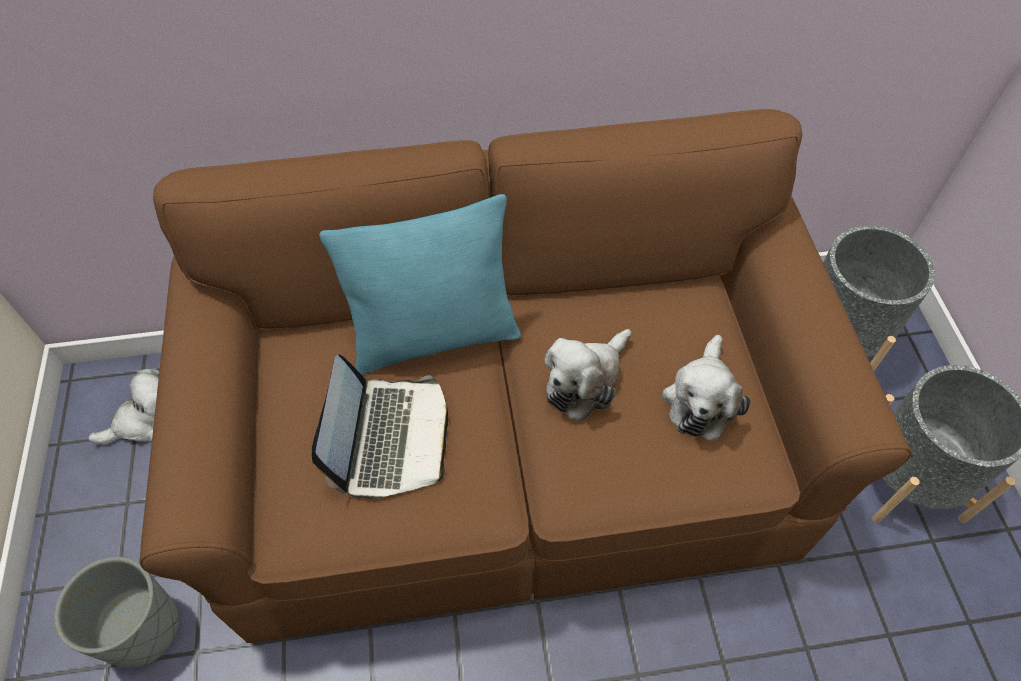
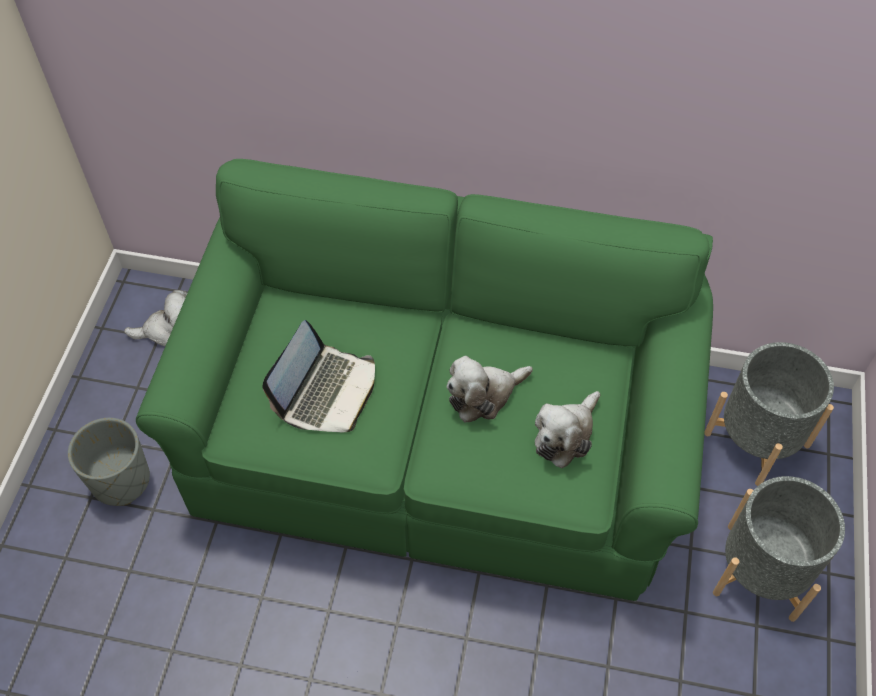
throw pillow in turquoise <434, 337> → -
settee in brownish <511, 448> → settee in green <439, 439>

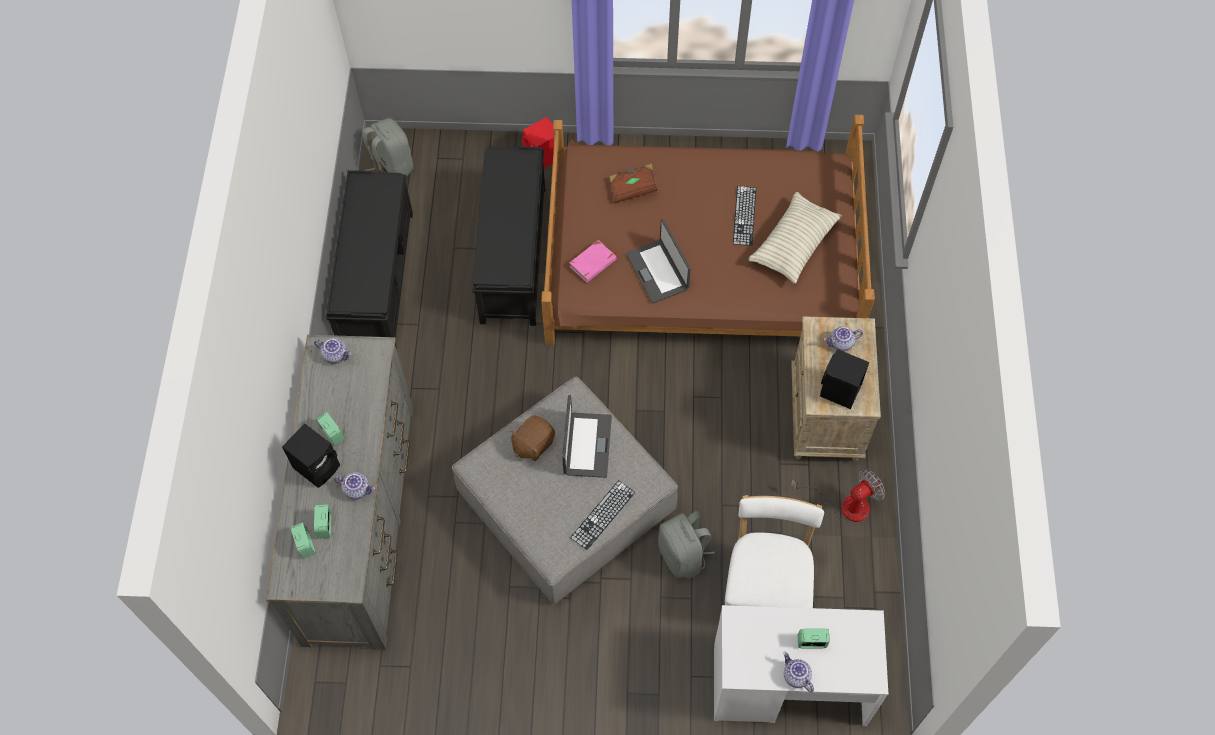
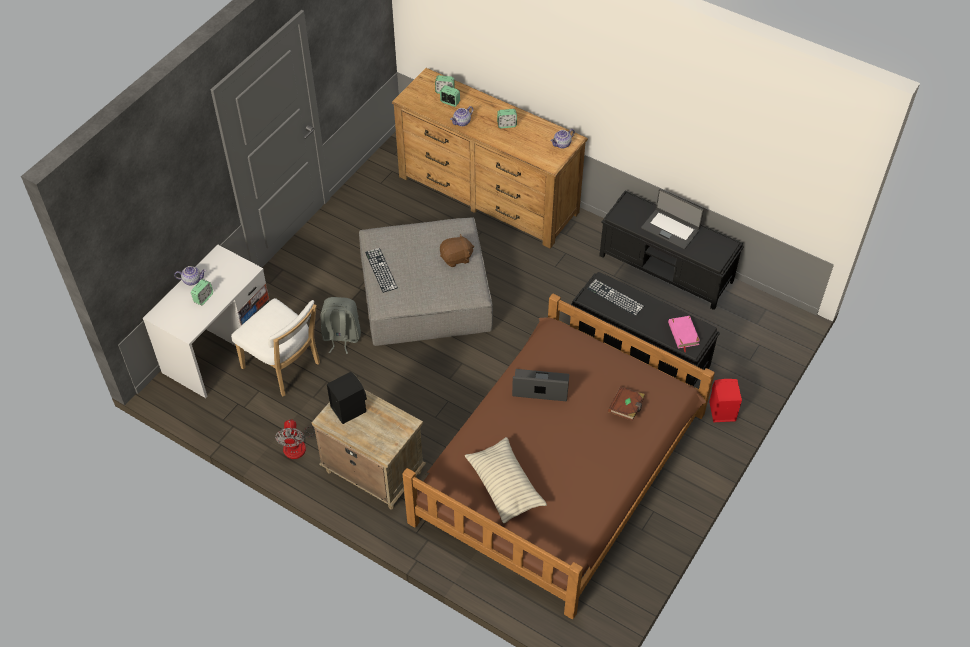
speaker in black <318, 466> → -
backpack in greyish <391, 166> → -
teapot <841, 344> → -
laptop <586, 445> → laptop <670, 229>, shifted
bound book in pinkish <593, 263> → bound book in pinkish <683, 334>, shifted
computer keyboard <744, 215> → computer keyboard <615, 297>, shifted
drawer chest in greyish <359, 522> → drawer chest in brownish <488, 194>
cuddly toy in brownish <533, 444> → cuddly toy in brownish <456, 258>, 90 degrees clockwise

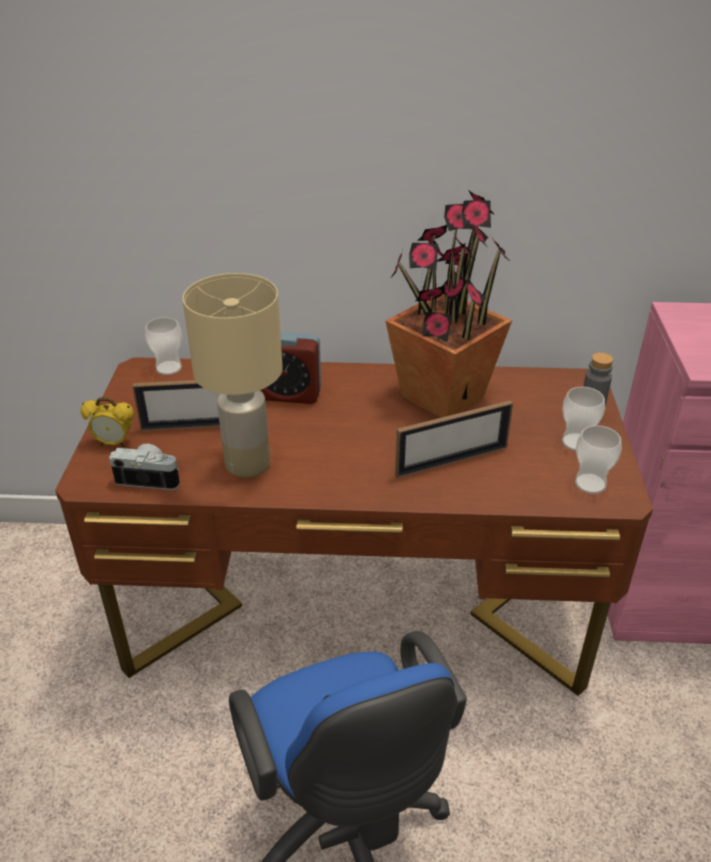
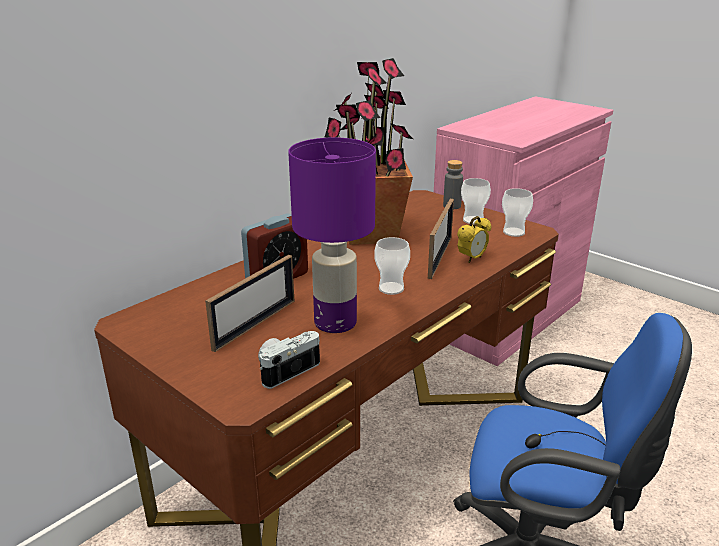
bedside clock <114, 443> → bedside clock <472, 259>, shifted
cup <168, 368> → cup <391, 288>, shifted
tabletop lamp in sand-coloured <247, 465> → tabletop lamp in purple-coloured <336, 323>

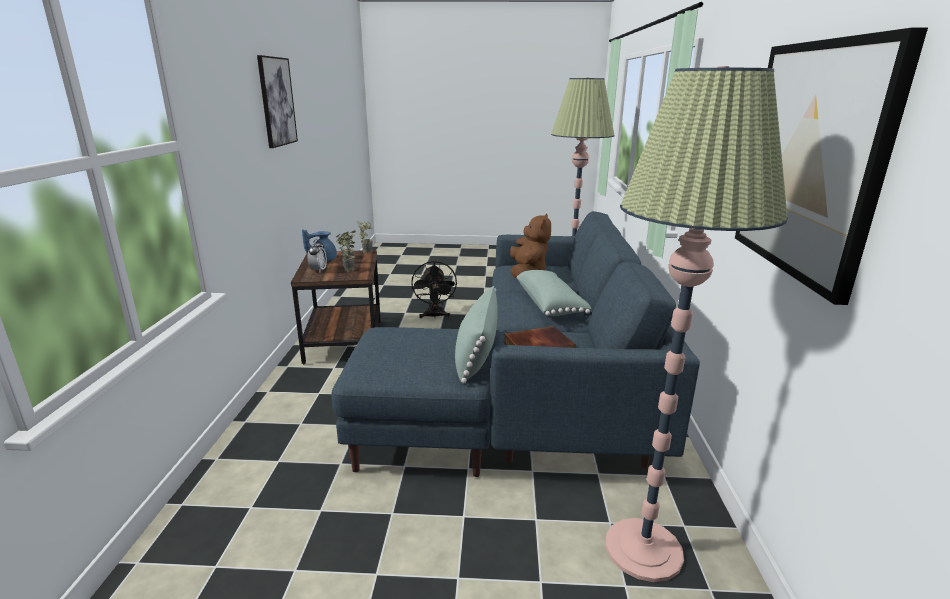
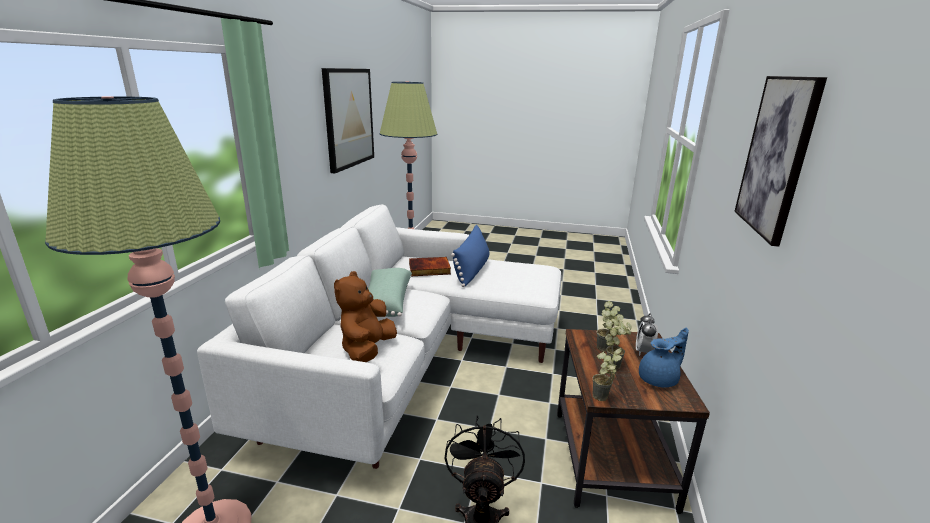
settee in blue <534, 391> → settee in white <408, 360>
throw pillow in green <476, 353> → throw pillow in blue <472, 270>

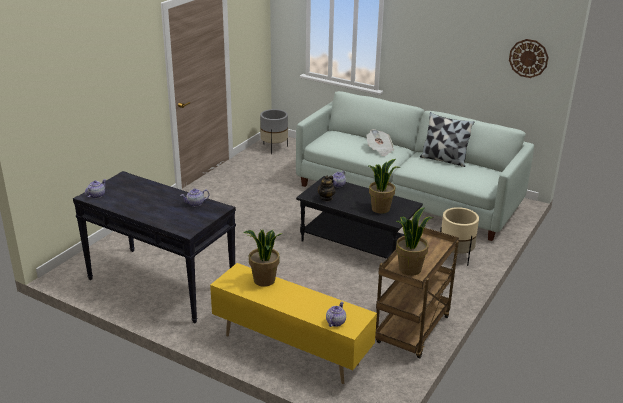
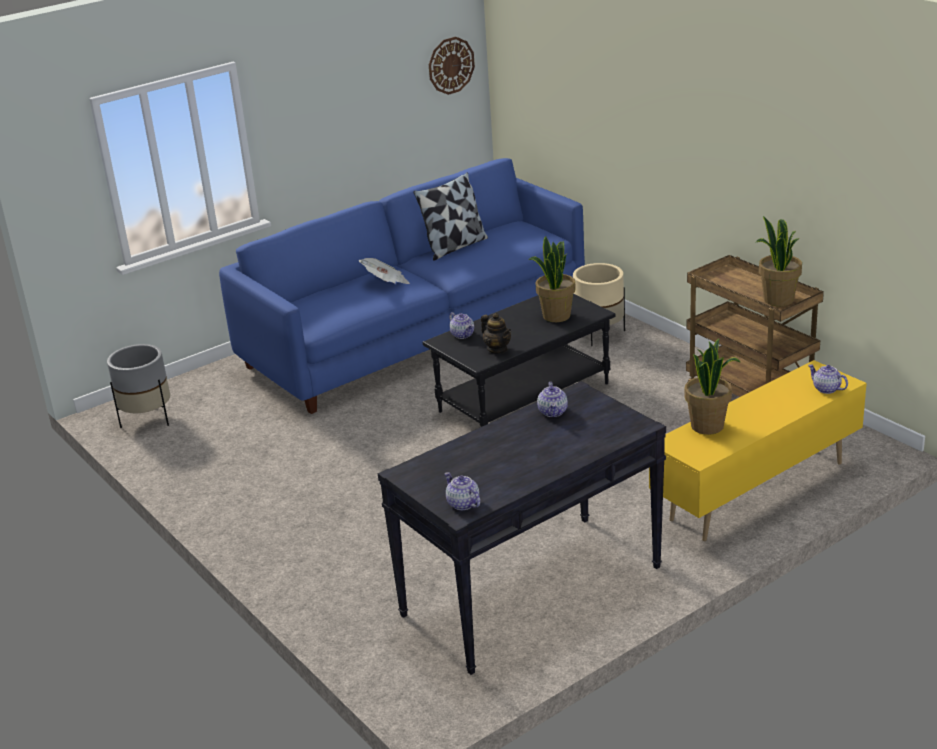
settee in white <407, 195> → settee in blue <416, 334>

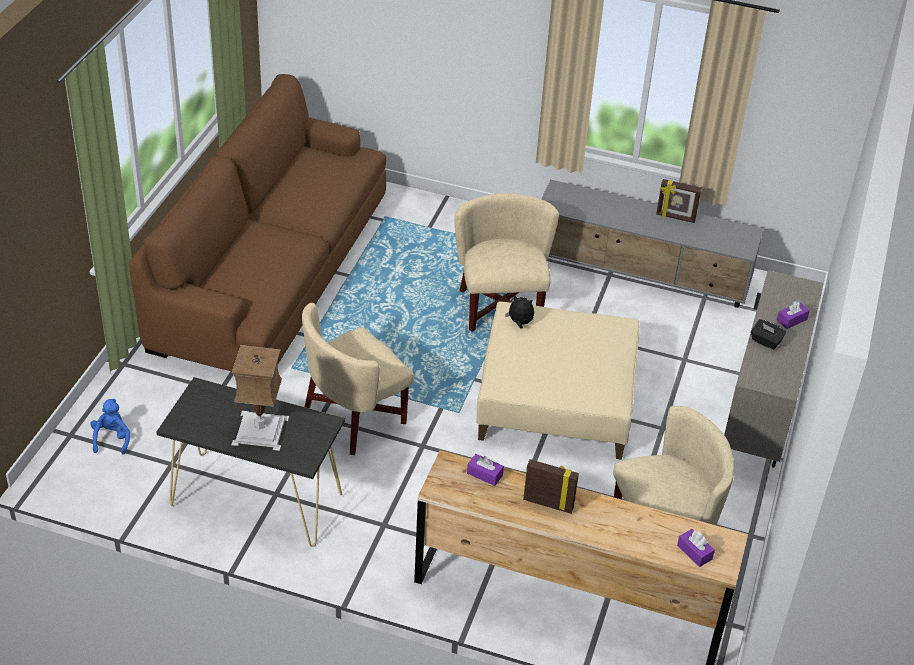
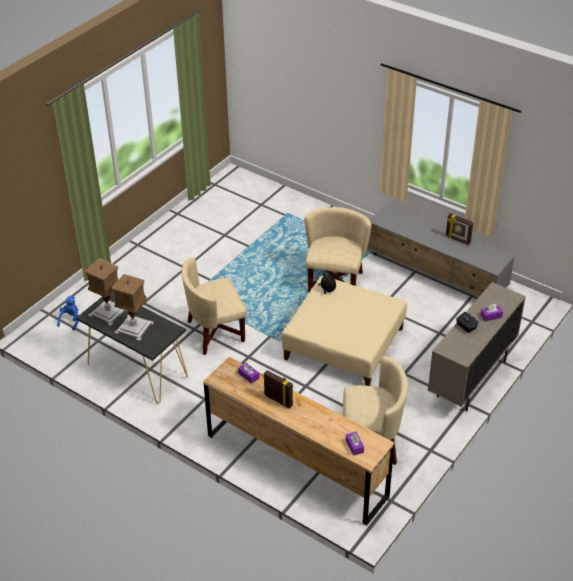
settee in brownish <271, 270> → -
- → tabletop lamp <108, 312>

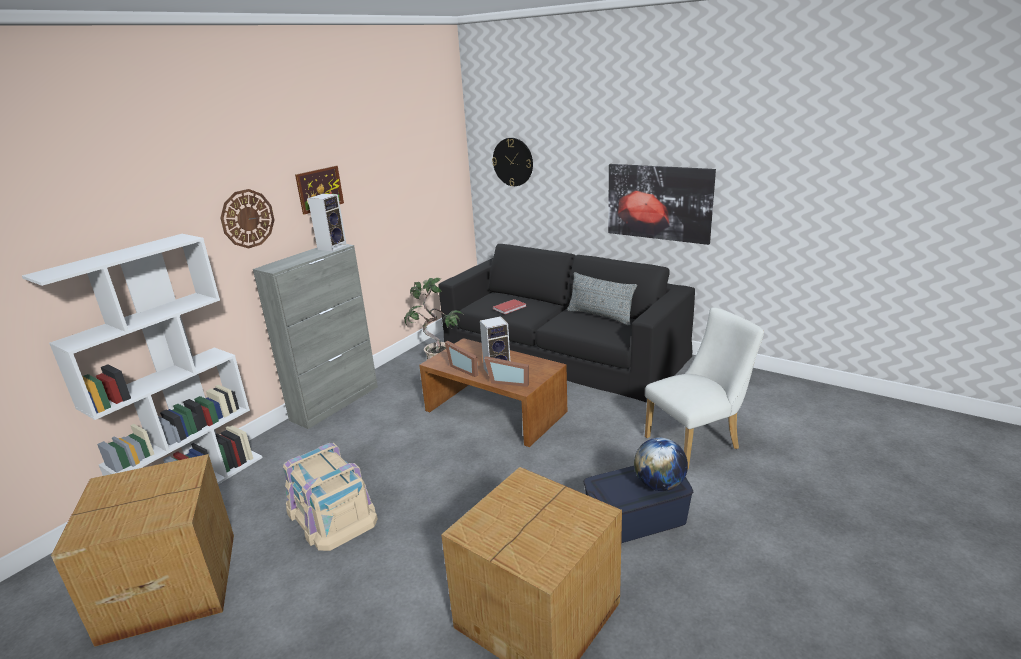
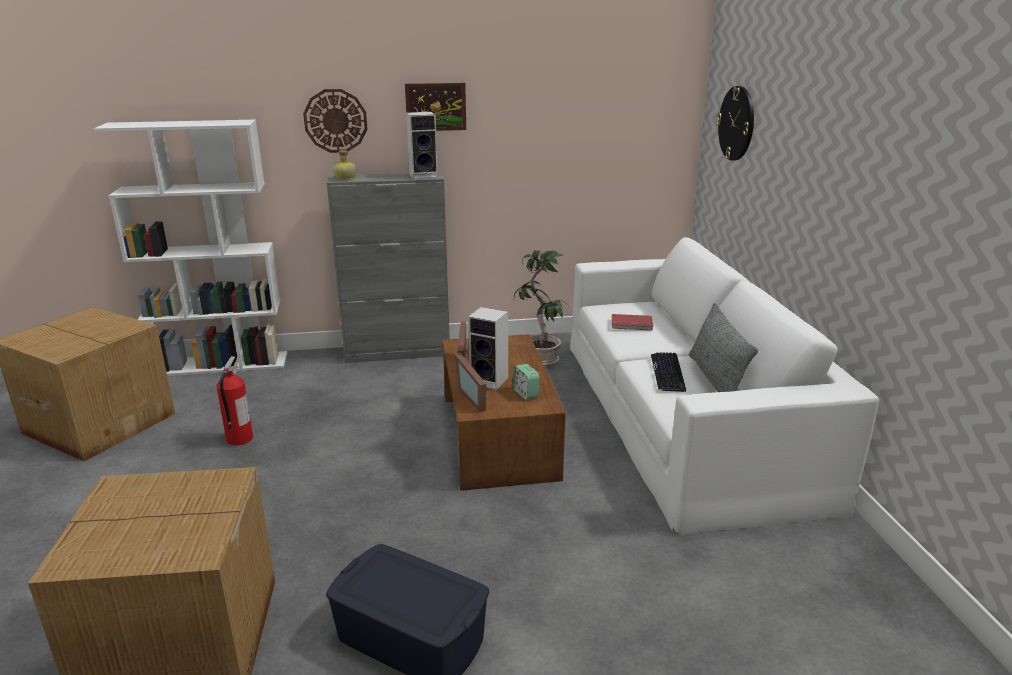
wall picture <659, 202> → -
world globe <659, 485> → -
plain chair in white <697, 442> → -
- → drink bottle <345, 178>
- → bedside clock <525, 393>
- → computer keyboard <668, 373>
storage container in sand-coloured <330, 513> → fire-fighting cylinder <239, 439>
settee in black <563, 351> → settee in white <685, 414>

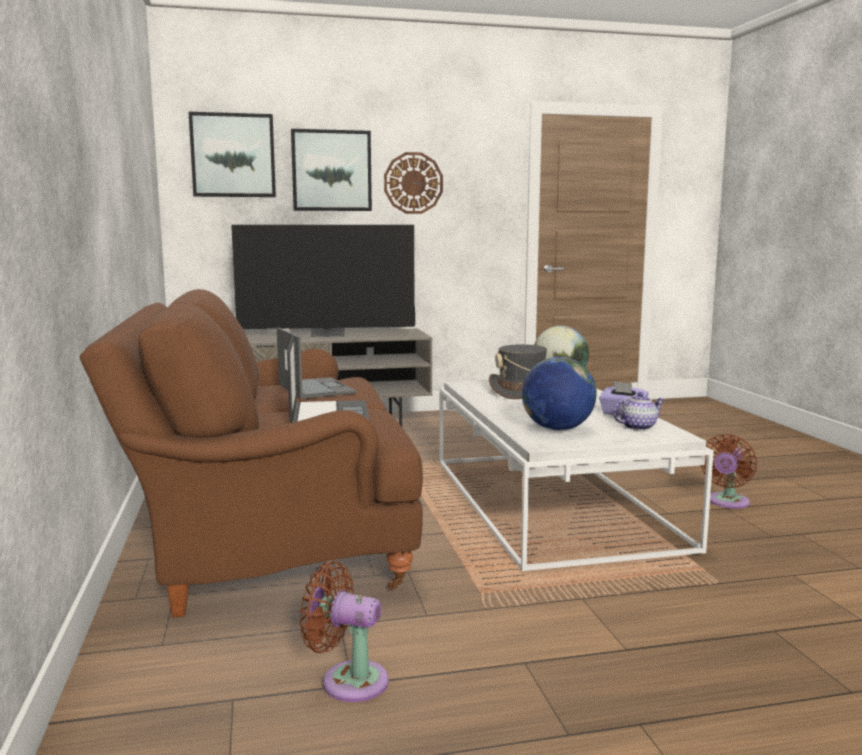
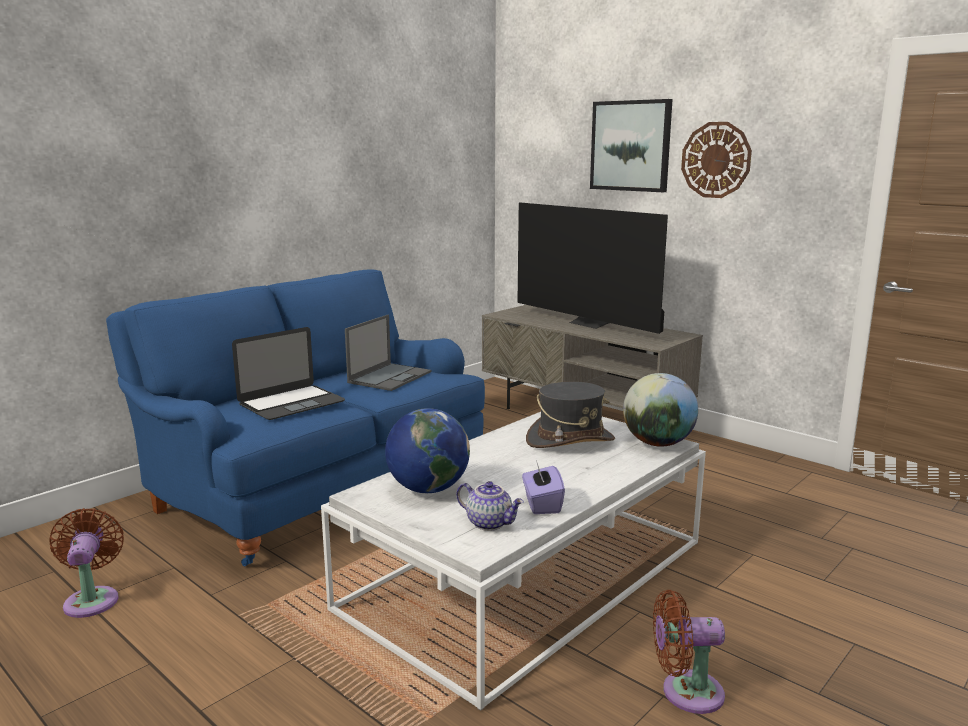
wall picture <233, 155> → -
settee in brownish <268, 532> → settee in blue <314, 485>

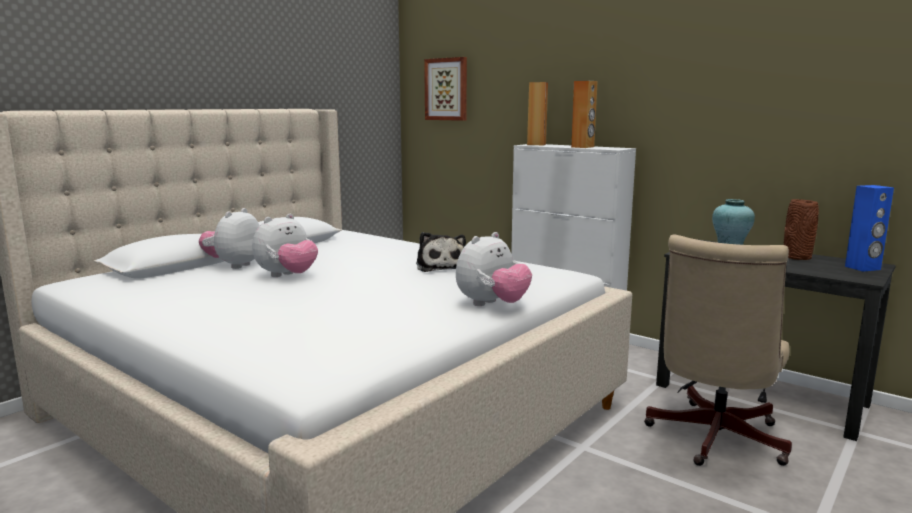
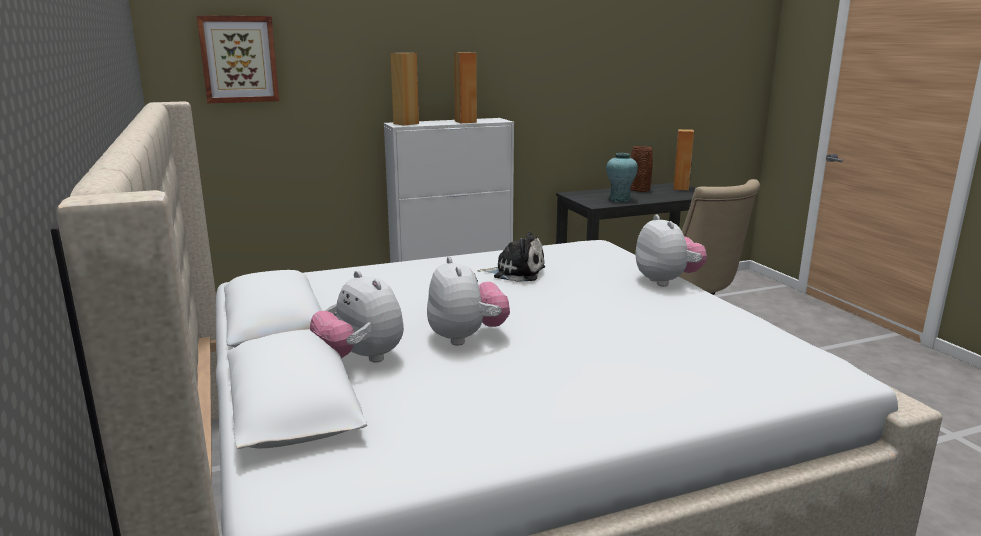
speaker in blue <863, 268> → speaker in brownish <681, 188>

